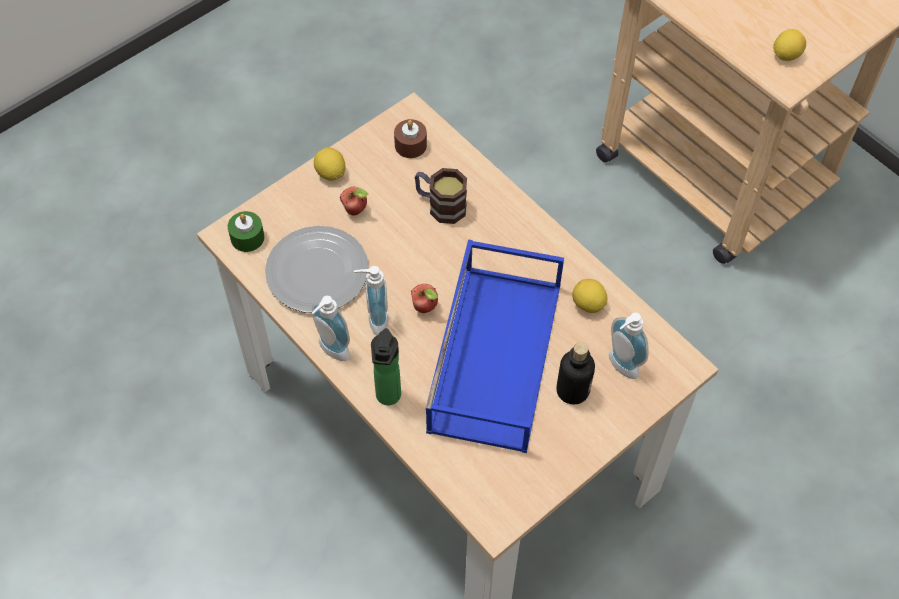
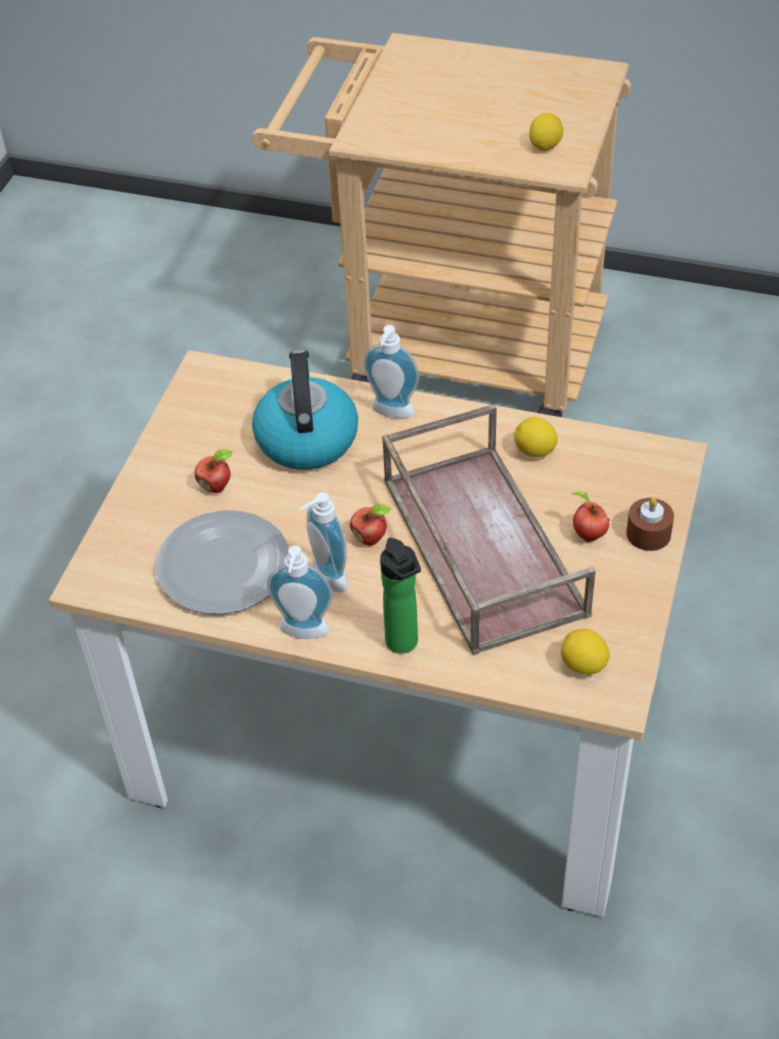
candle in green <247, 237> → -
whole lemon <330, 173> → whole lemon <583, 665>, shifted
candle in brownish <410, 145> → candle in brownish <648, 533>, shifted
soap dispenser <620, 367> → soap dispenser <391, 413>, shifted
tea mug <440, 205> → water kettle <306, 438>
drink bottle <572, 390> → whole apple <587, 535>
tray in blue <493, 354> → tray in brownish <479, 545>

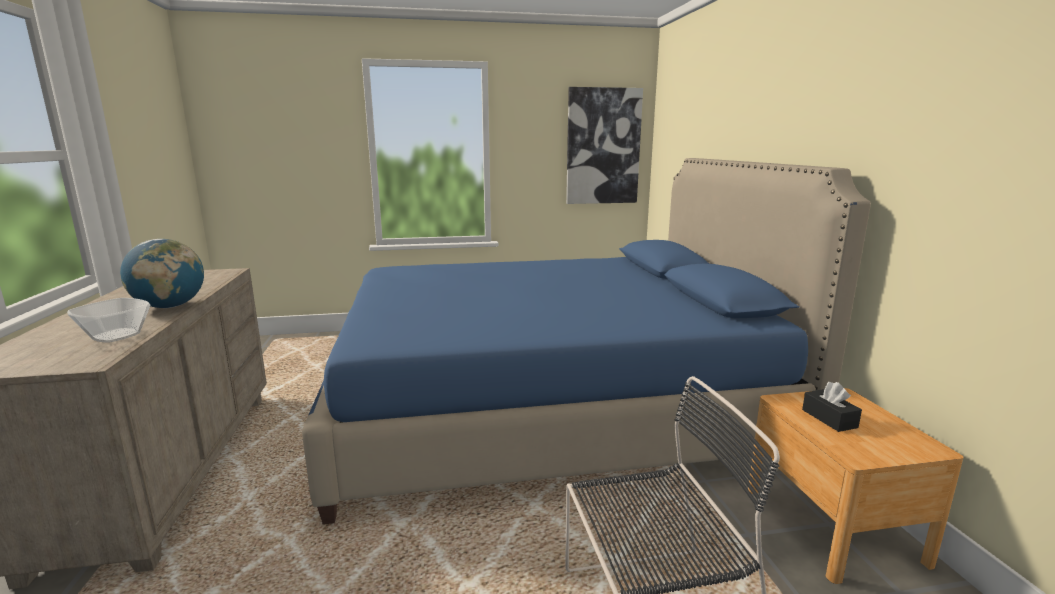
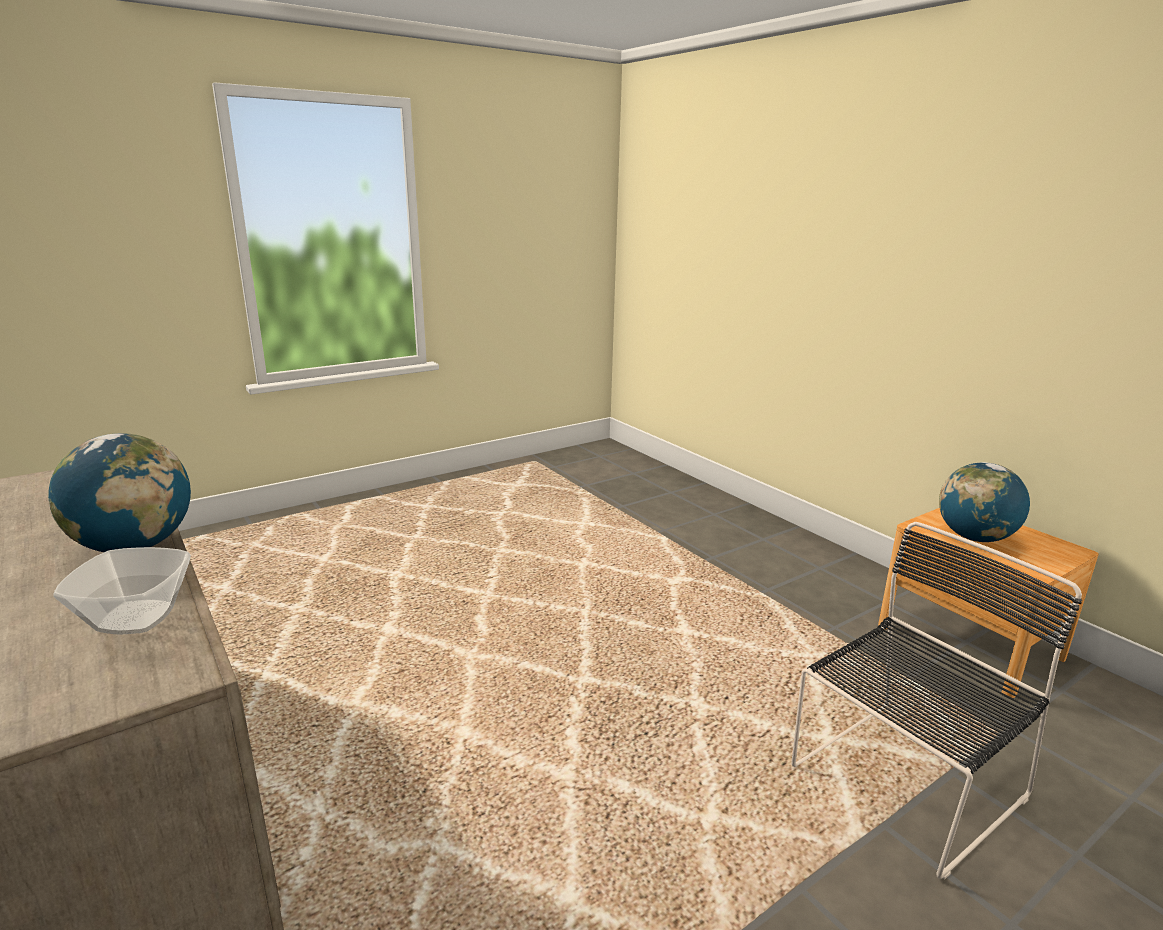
sleeping bed in blue <550, 409> → -
wall picture <603, 146> → -
tissue holder in black <829, 418> → world globe <974, 538>

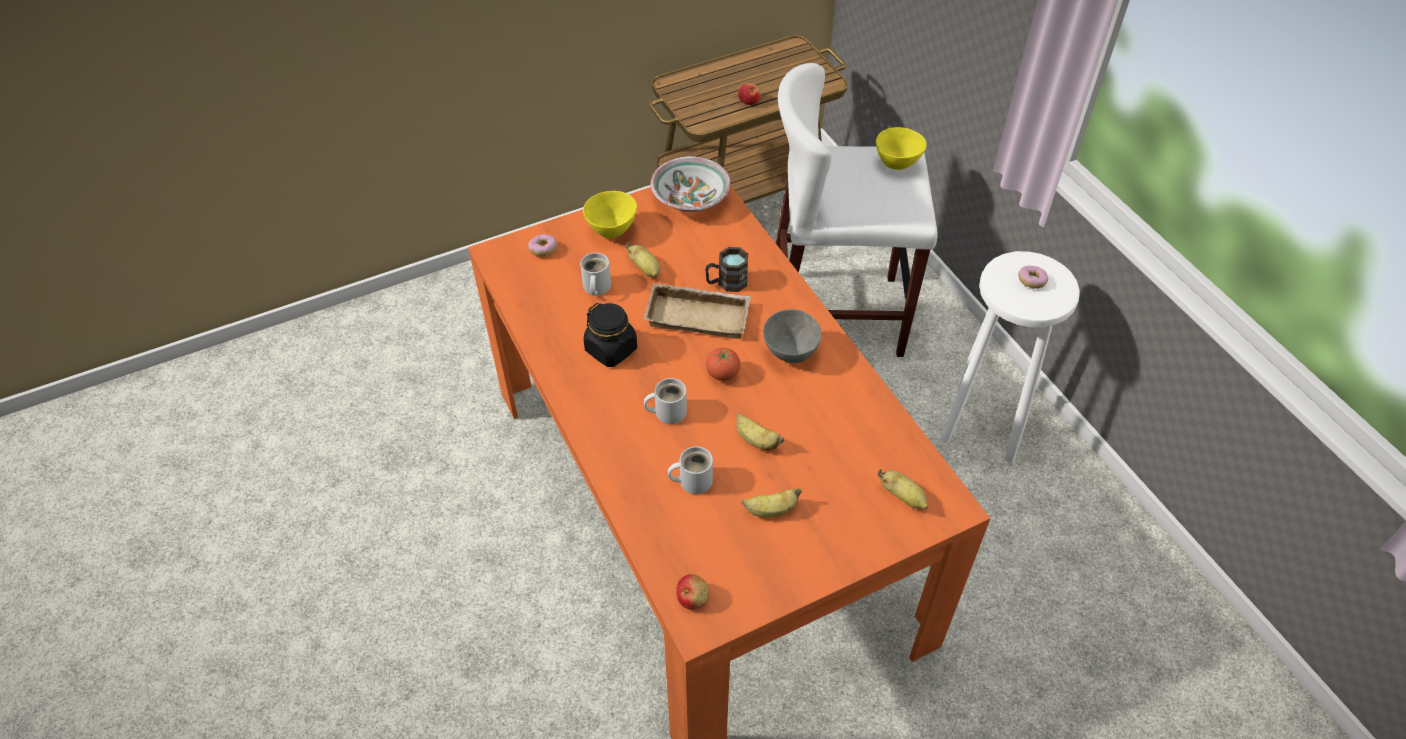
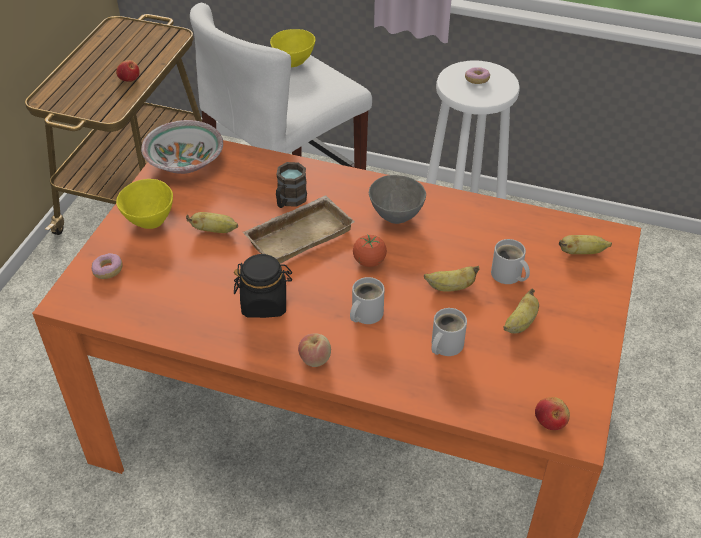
- → whole apple <315, 359>
tea mug in white <595, 287> → tea mug in white <507, 276>, shifted

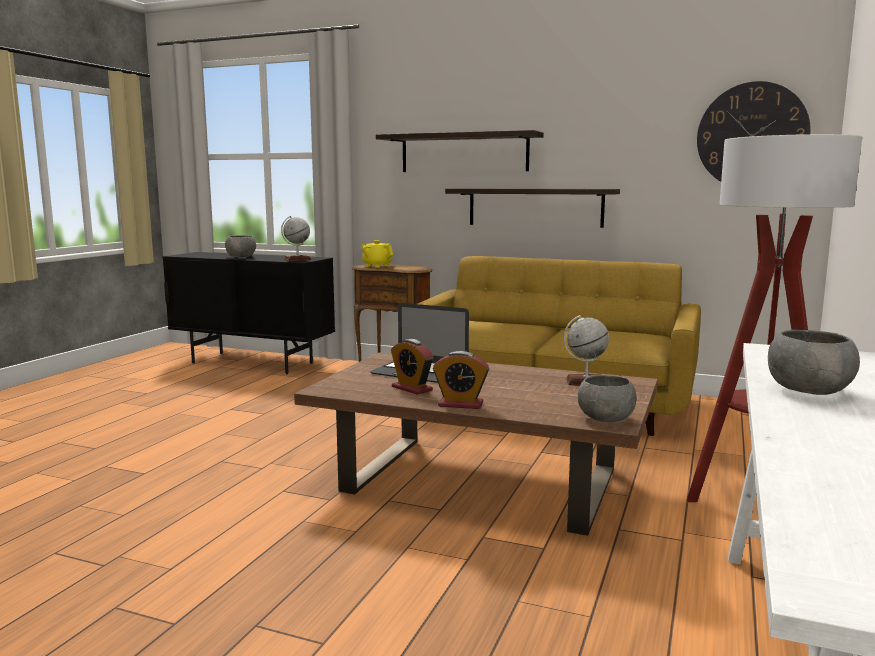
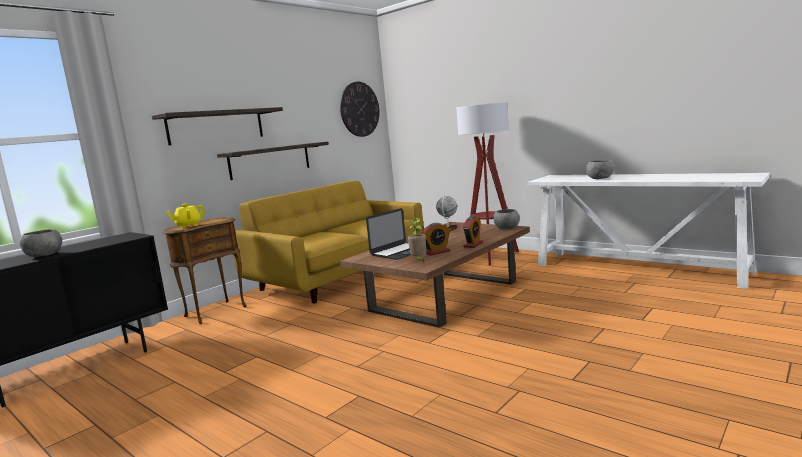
world globe <297, 259> → -
- → potted plant <419, 260>

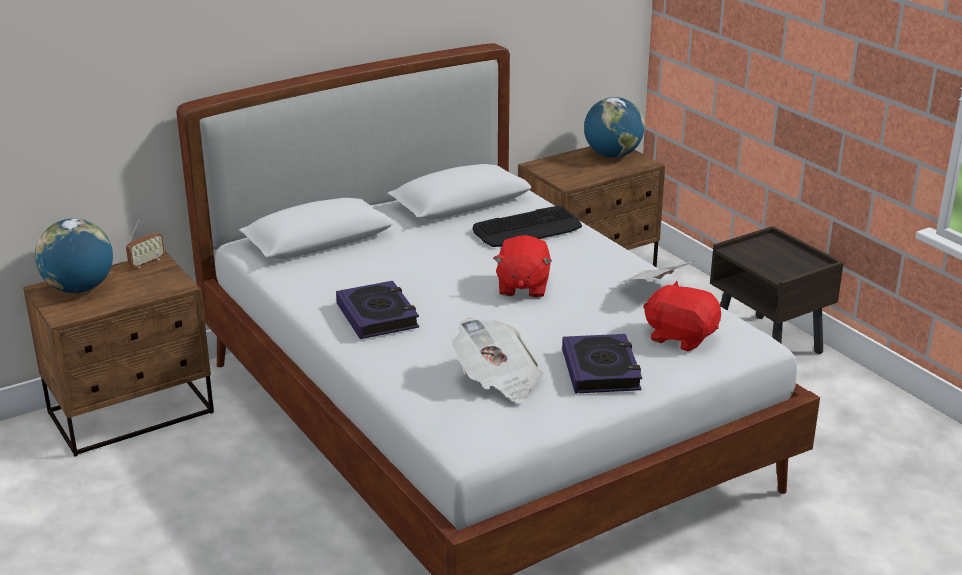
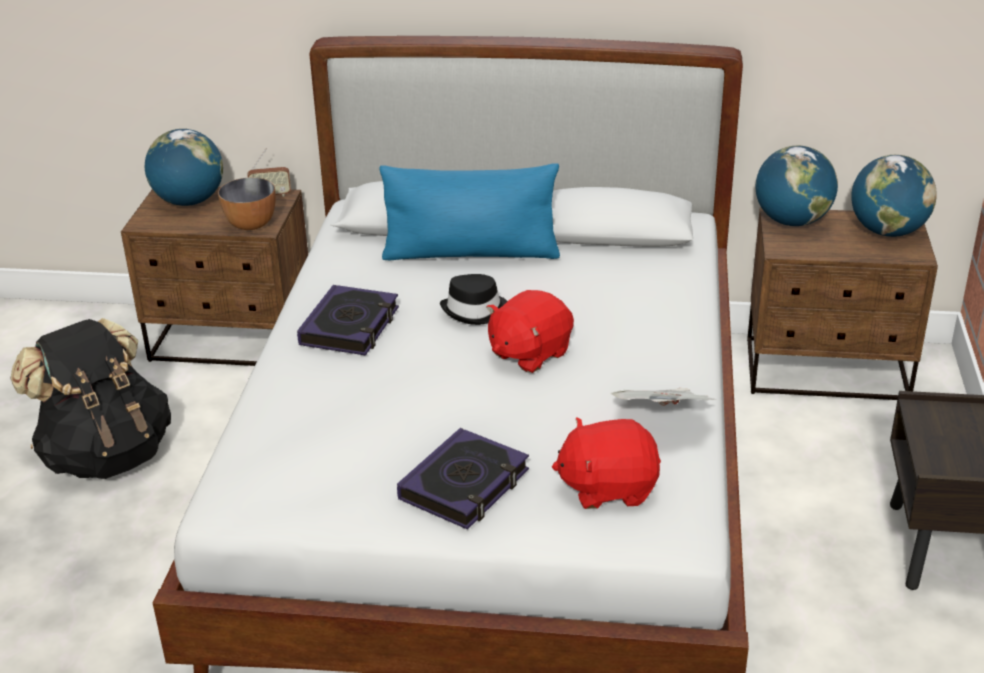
daily paper <498, 380> → -
computer keyboard <527, 229> → -
- → backpack in black <107, 455>
- → bowl <251, 225>
- → throw pillow in blue <471, 253>
- → wearable hat in black <475, 311>
- → world globe <792, 221>
cuddly toy in red <680, 337> → cuddly toy in red <608, 487>, 75 degrees counterclockwise

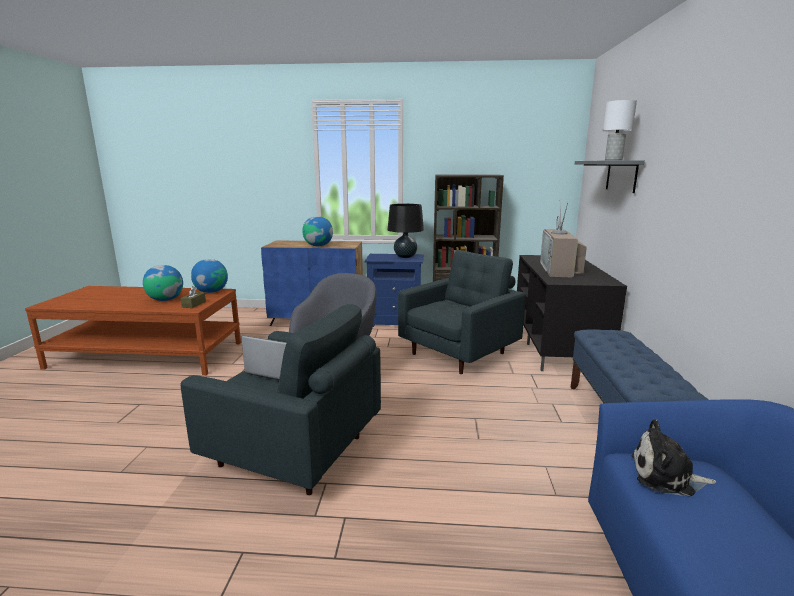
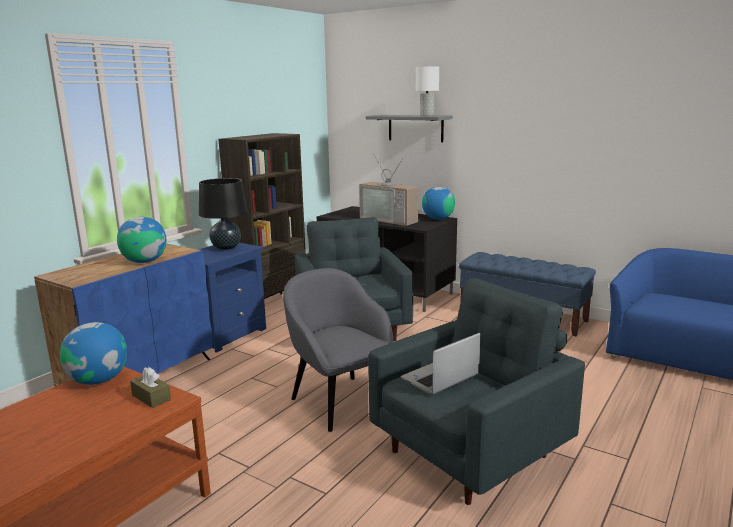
cuddly toy <666, 476> → -
world globe <165, 300> → world globe <438, 219>, shifted

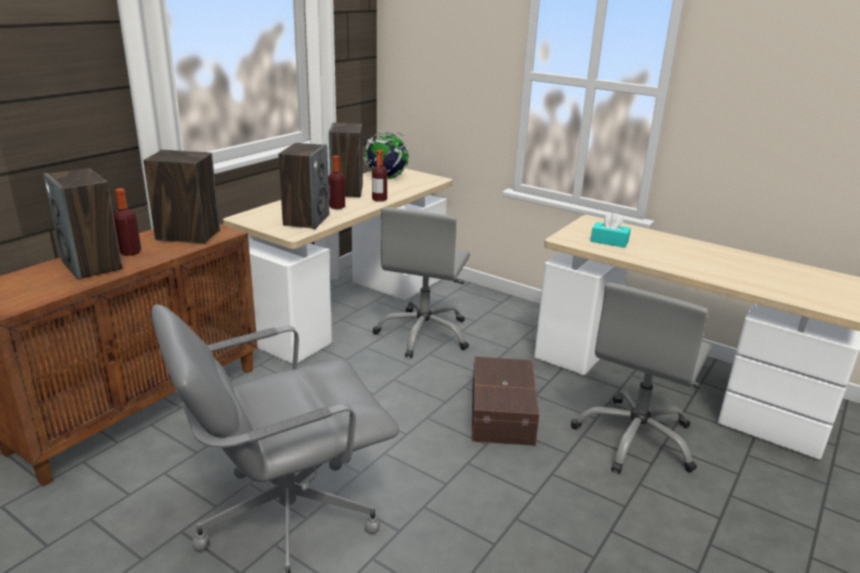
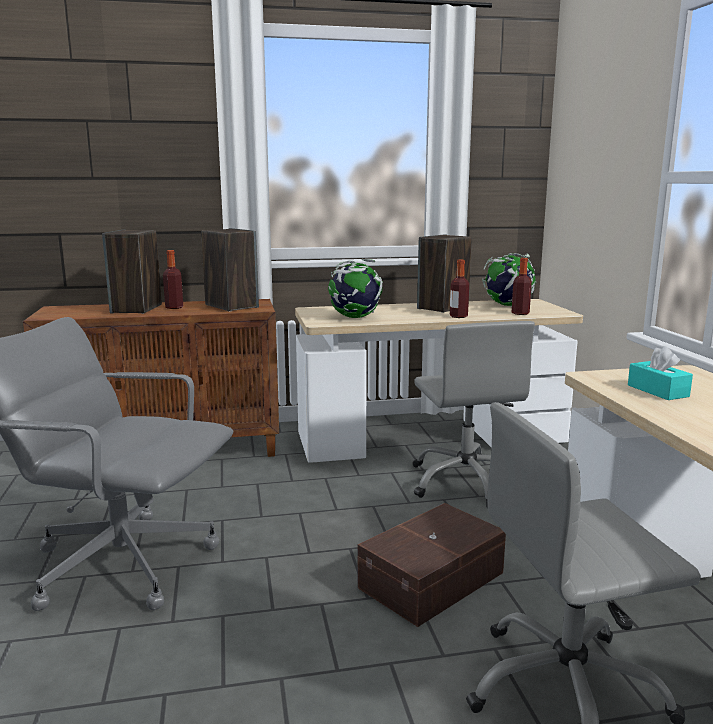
drink bottle <337, 207> → drink bottle <520, 313>, shifted
speaker <306, 220> → world globe <355, 317>
desk chair in greyish <424, 334> → desk chair in greyish <466, 482>, 75 degrees counterclockwise

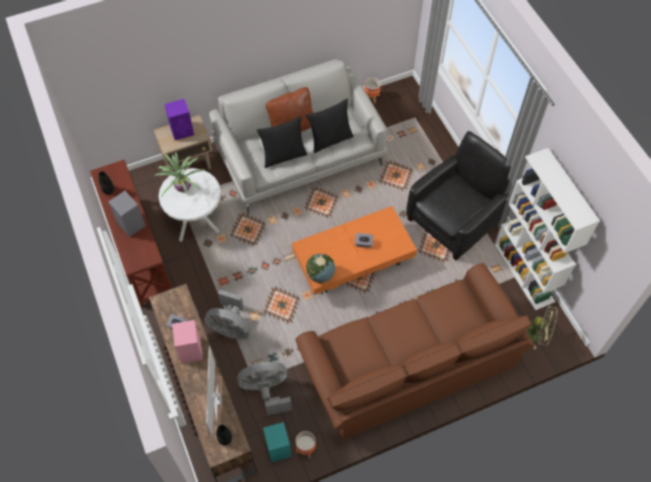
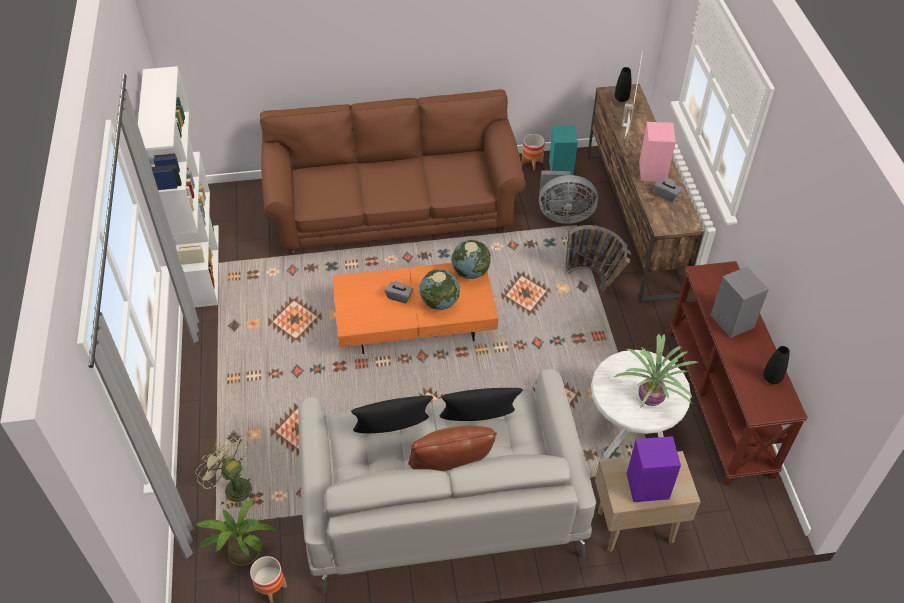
easy chair in black <454, 220> → -
- → potted plant <241, 551>
- → world globe <440, 302>
electric fan in green <537, 335> → electric fan in green <233, 487>, shifted
electric fan in greyish <231, 327> → household basket <595, 282>

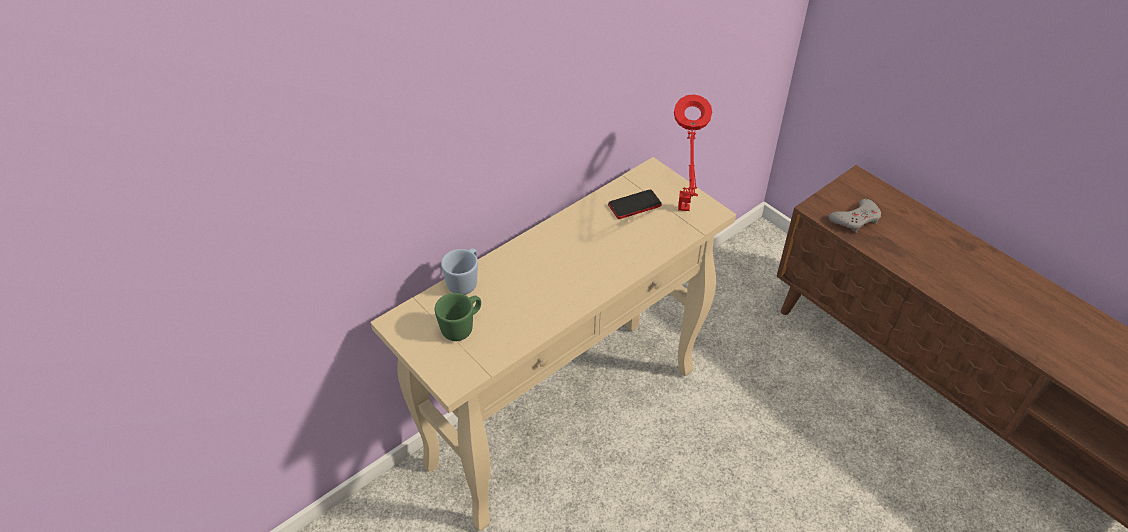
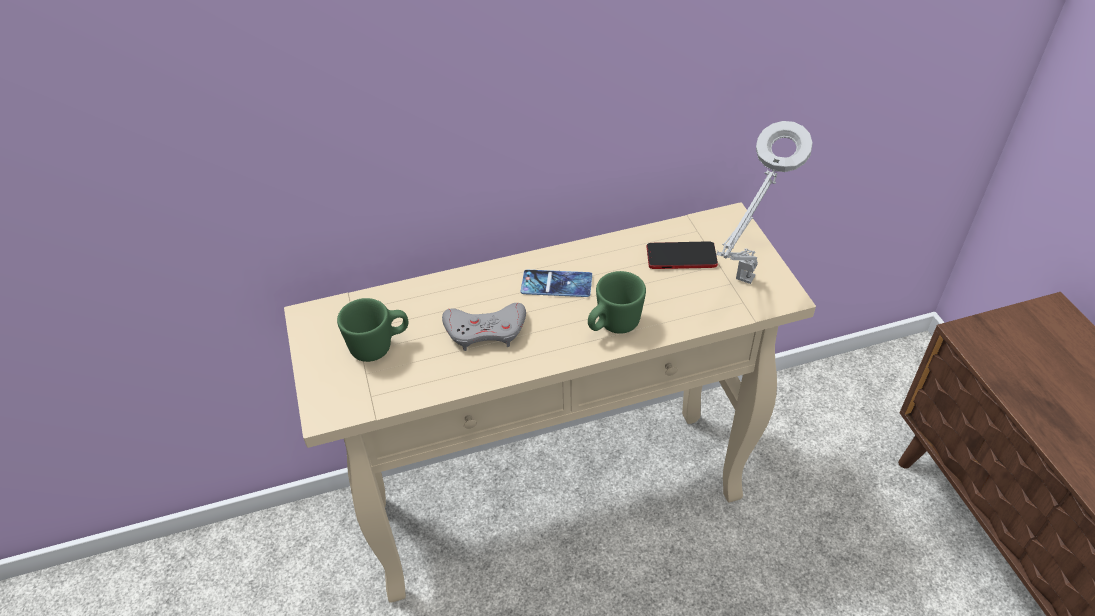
tea mug in blue <465, 282> → -
- → phone <556, 284>
- → tea mug in green <613, 326>
gamepad in greyish <855, 219> → gamepad in greyish <485, 330>, shifted
tabletop lamp in red <683, 211> → tabletop lamp in greyish <742, 283>

